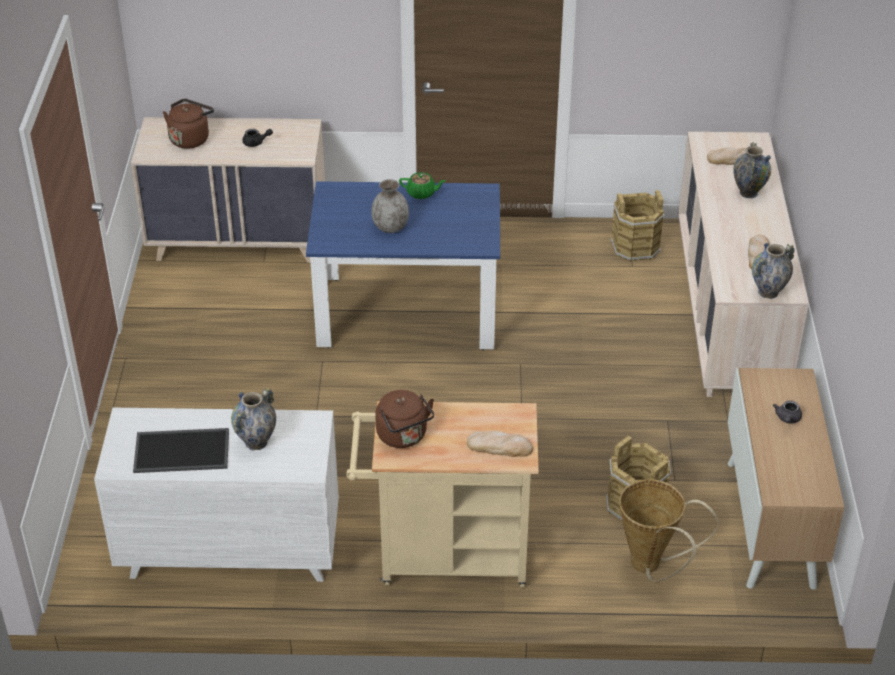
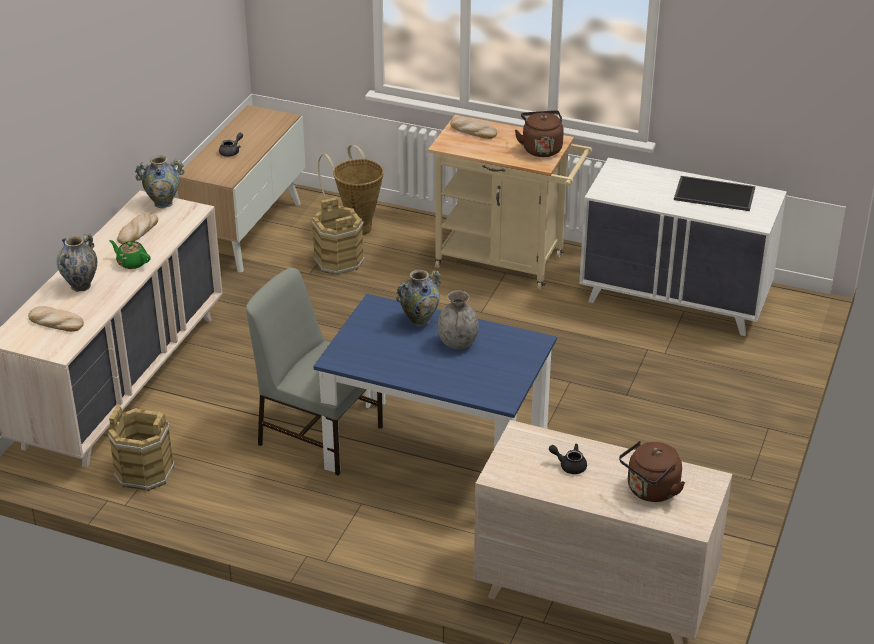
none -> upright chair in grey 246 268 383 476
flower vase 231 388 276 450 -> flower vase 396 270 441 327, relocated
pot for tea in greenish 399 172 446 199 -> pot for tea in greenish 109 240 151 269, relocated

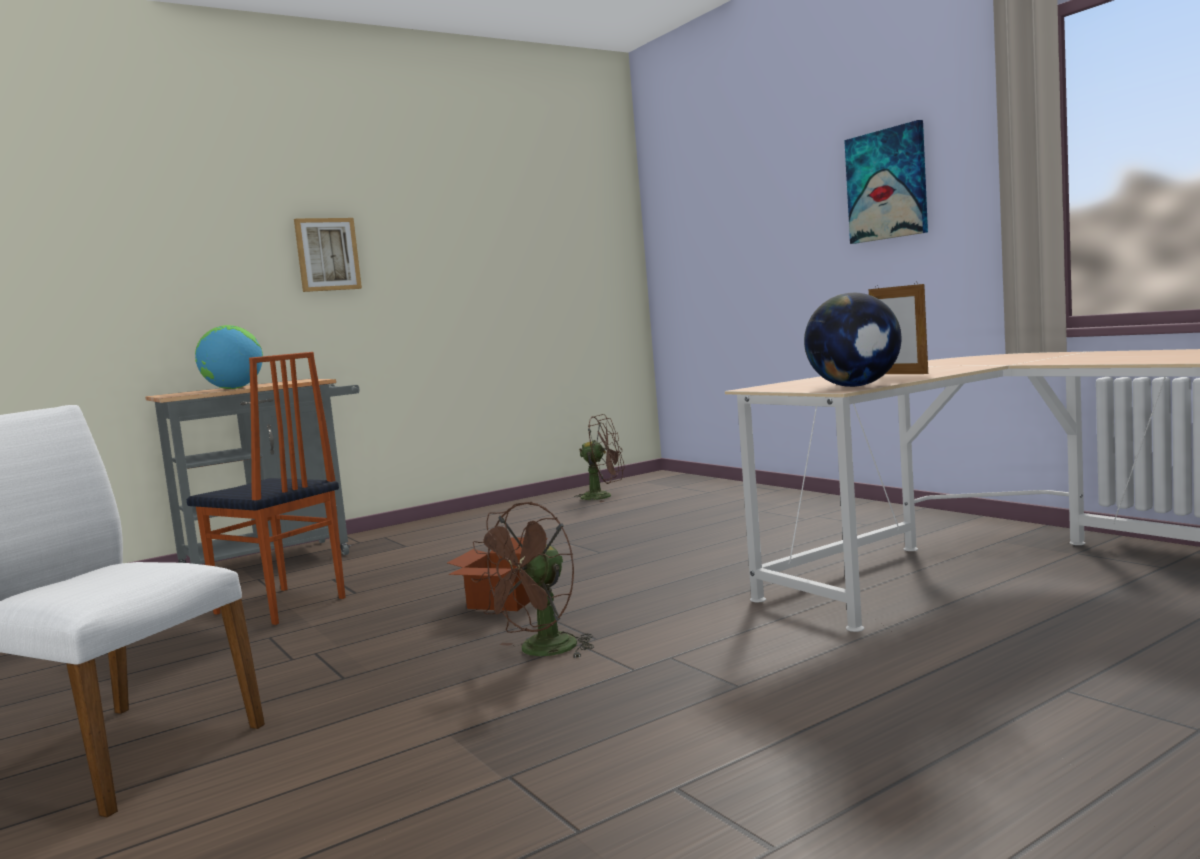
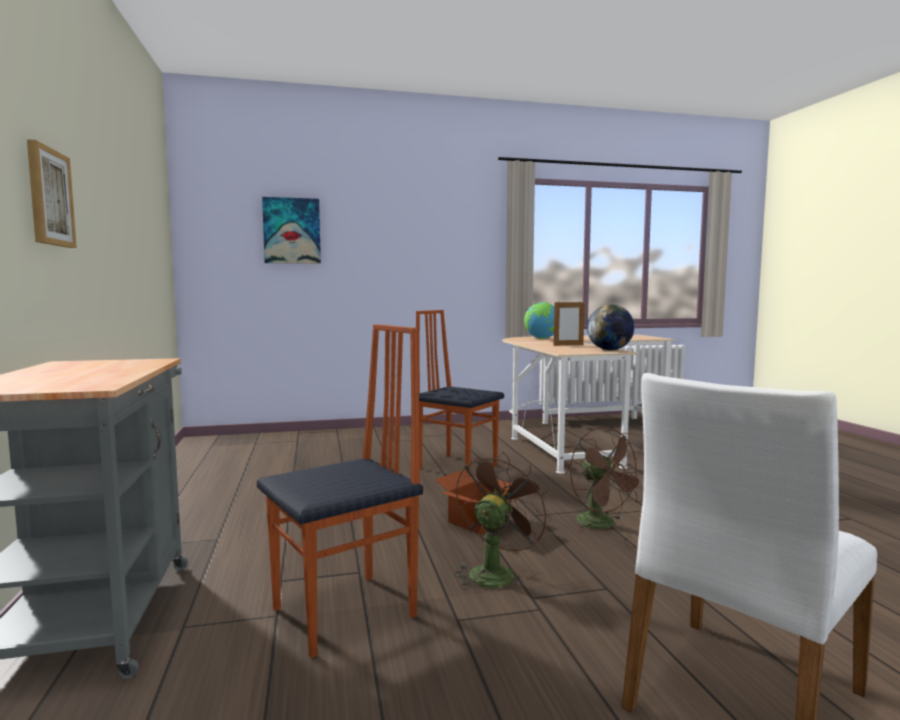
none -> upright chair 416 310 504 475
world globe 195 325 263 389 -> world globe 524 302 554 339, relocated
electric fan in brown 574 414 624 502 -> electric fan in brown 453 452 551 590, relocated
wall art 844 120 928 244 -> wall art 262 197 321 264, relocated

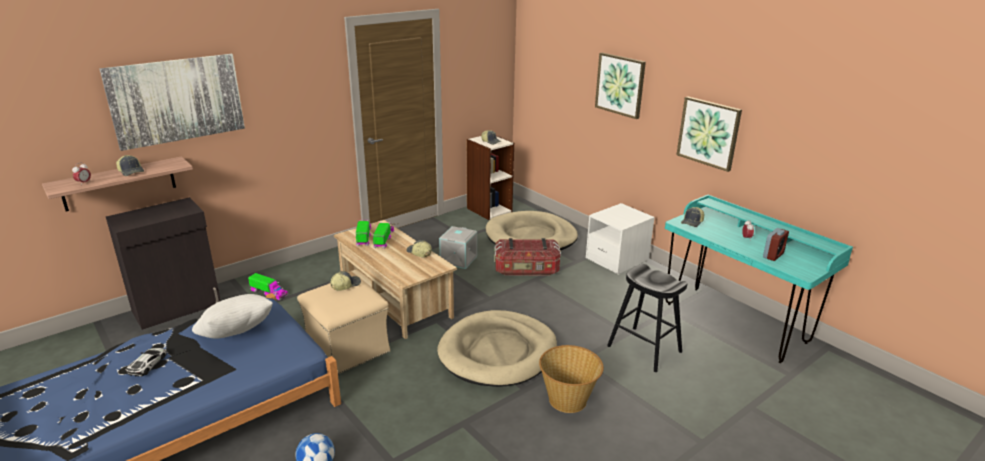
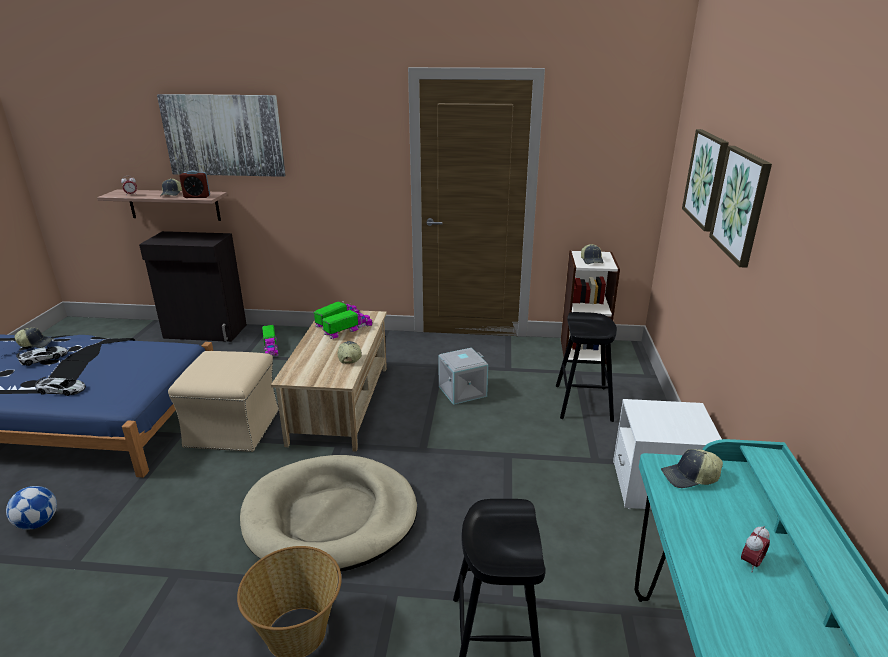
throw pillow in whitish 192 294 273 339 -> none
storage box 494 238 561 276 -> none
none -> toy car 35 377 86 396
cap 330 271 361 291 -> cap 14 328 54 348, relocated
wall art 676 96 742 172 -> wall art 682 129 729 231, relocated
alarm clock 763 228 789 261 -> alarm clock 179 170 210 198, relocated
dog cushion in beige 486 211 578 250 -> sitting stool in blackish 556 312 617 422

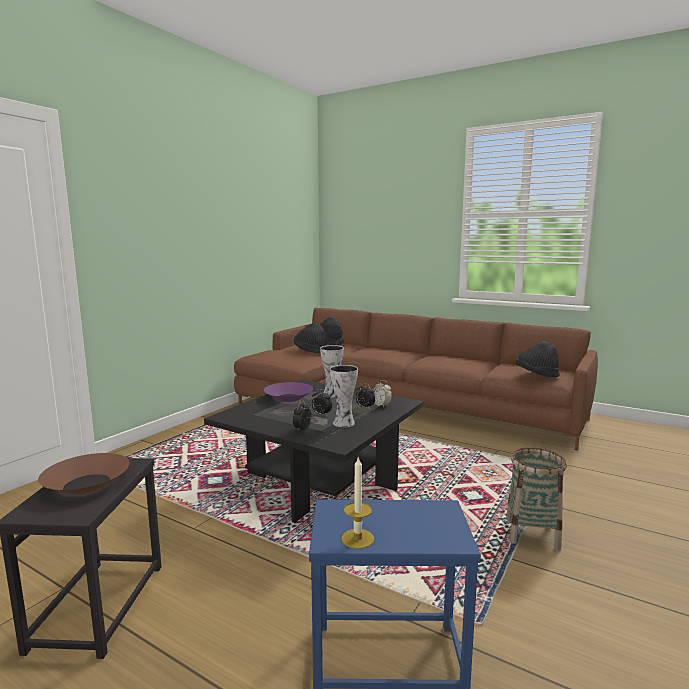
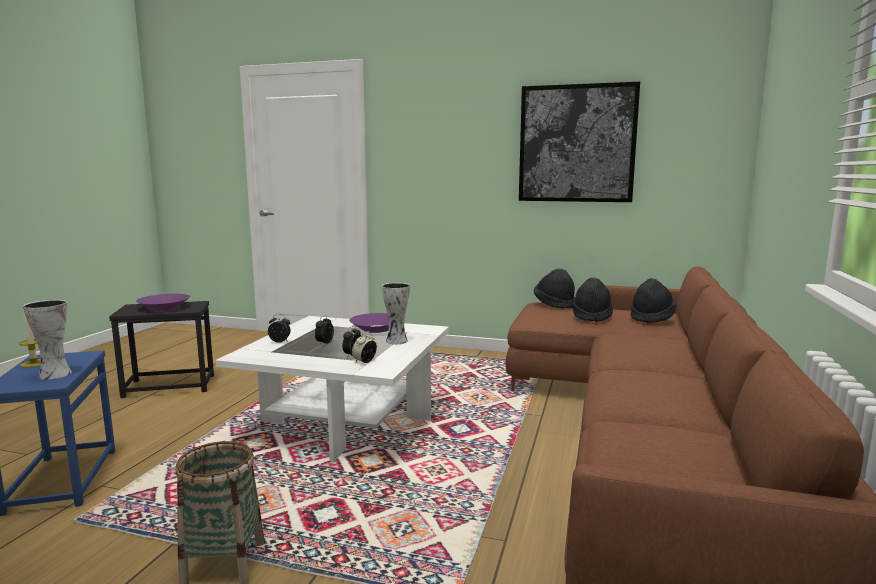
none -> wall art 519 81 640 202
flower vase 330 365 358 428 -> flower vase 23 300 72 380, relocated
wearable hat in blackish 515 341 560 377 -> wearable hat in blackish 534 269 575 309, relocated
bowl in brown 38 453 130 495 -> bowl in purplish 136 294 190 311
lounge table in blackish 204 380 423 523 -> lounge table in whitish 215 316 449 462

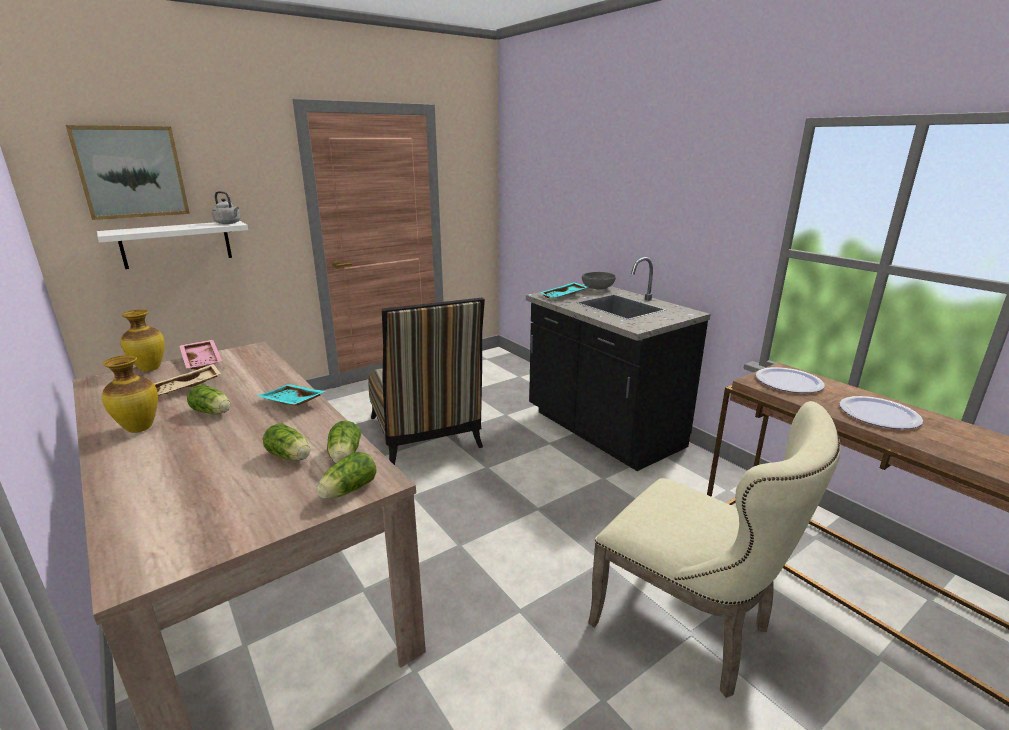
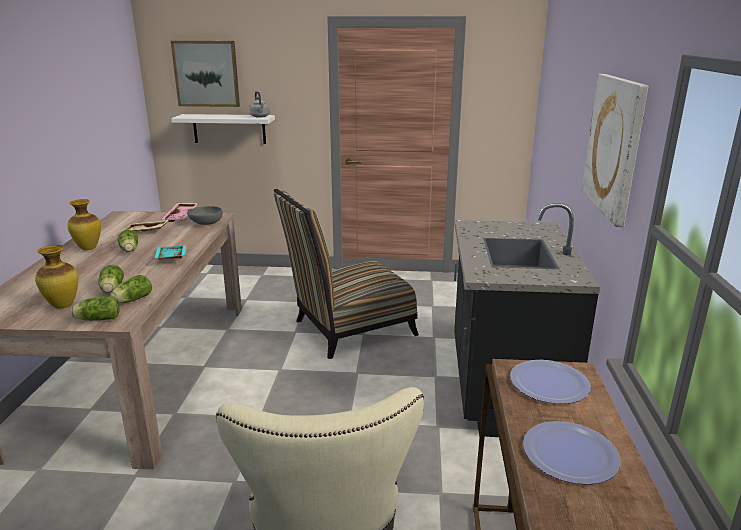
serving tray in turquoise 540 282 587 298 -> none
none -> wall art 582 74 648 227
flower vase 121 310 165 371 -> flower vase 35 245 78 309, relocated
bowl in grey 582 272 616 289 -> bowl in grey 187 206 223 225, relocated
upright chair 368 298 485 465 -> upright chair 274 189 419 359, 45 degrees clockwise

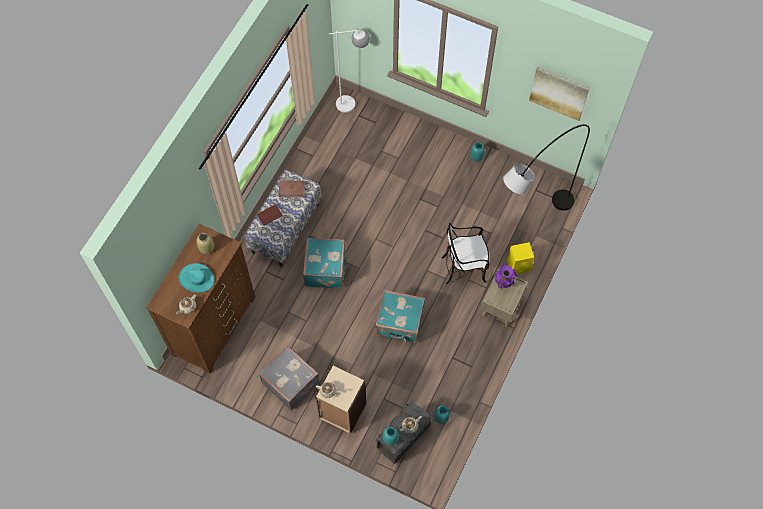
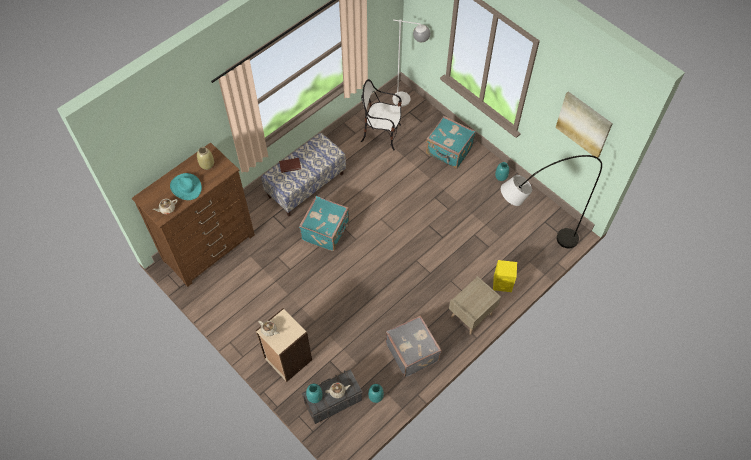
bound book in brown 279 180 305 198 -> none
flower vase in purplish 495 265 517 289 -> none
suitcase in grey 259 346 319 410 -> suitcase in grey 386 315 442 377, relocated
suitcase in turquoise 375 290 425 343 -> suitcase in turquoise 426 116 476 169, relocated
upright chair 441 223 489 284 -> upright chair 361 79 402 150, relocated

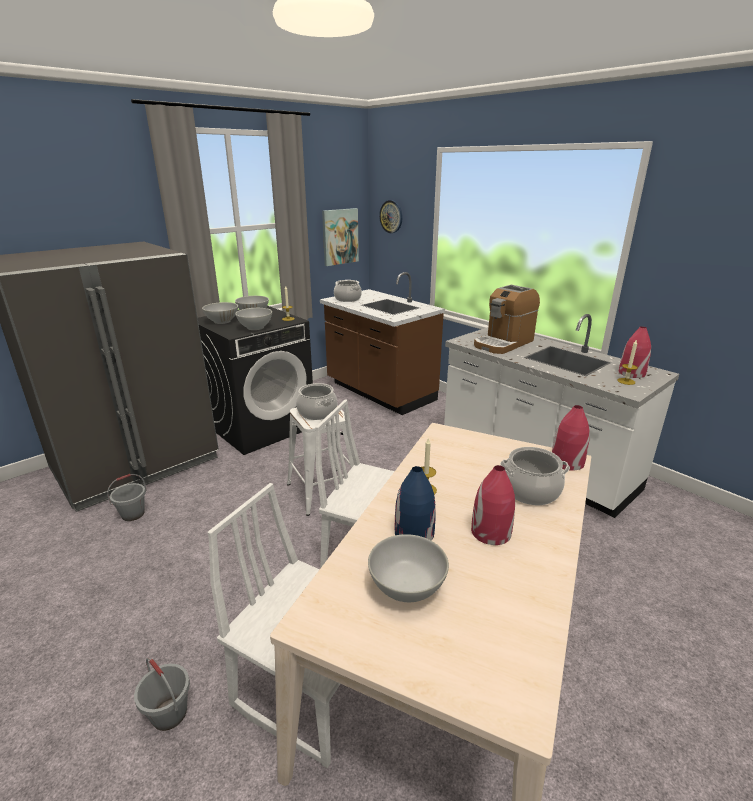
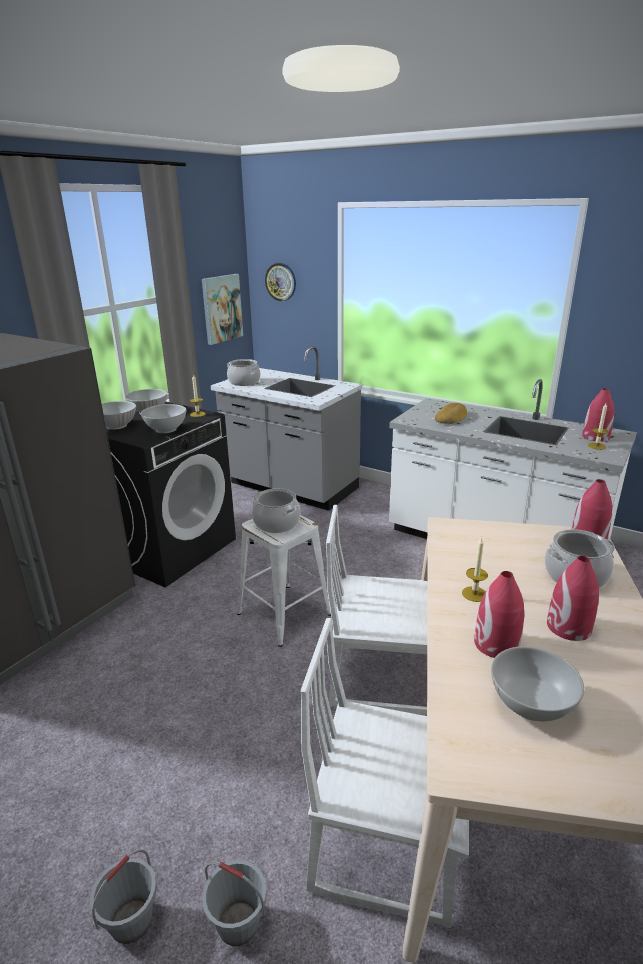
pail in grey 107 474 146 521 -> pail in grey 90 849 157 944, relocated
coffee brewer 474 285 540 354 -> bakery bread 435 403 467 424
kitchen base unit in brown 320 272 445 415 -> kitchen base unit in grey 211 346 362 511
flower vase in bluish 395 466 436 541 -> flower vase in red 474 571 524 658

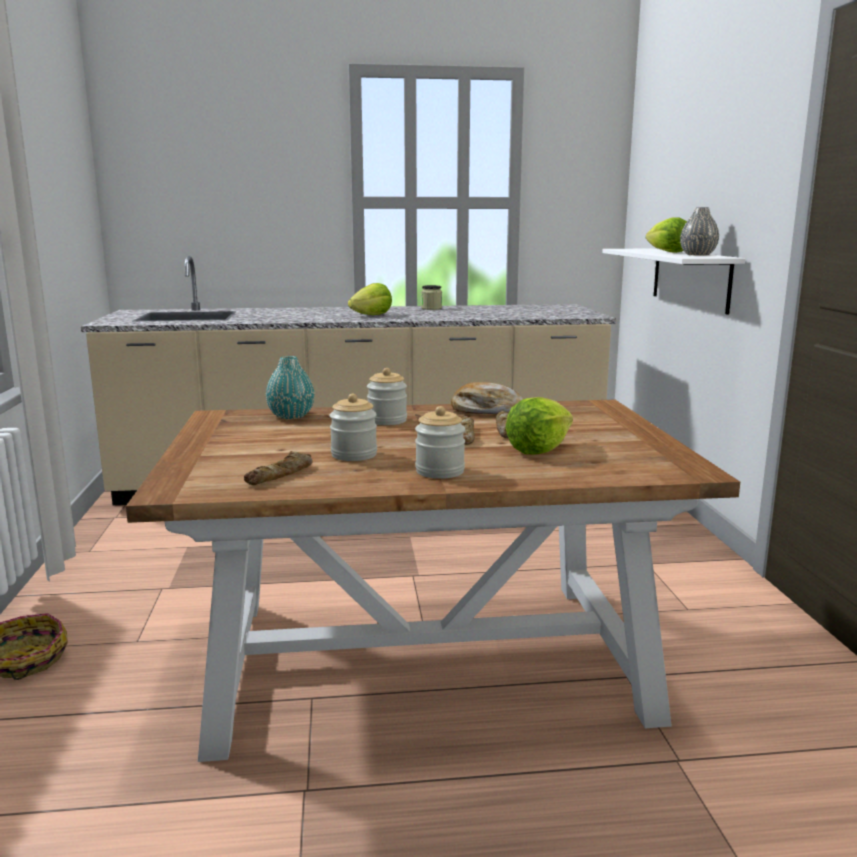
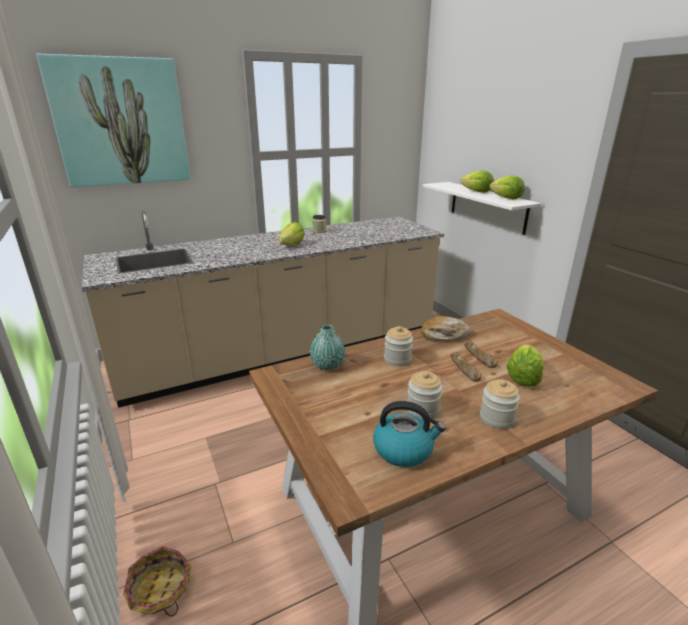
none -> wall art 36 54 191 188
bakery bread 244 451 313 485 -> water kettle 373 401 446 467
flower vase in grey 680 207 719 256 -> lettuce 489 175 525 199

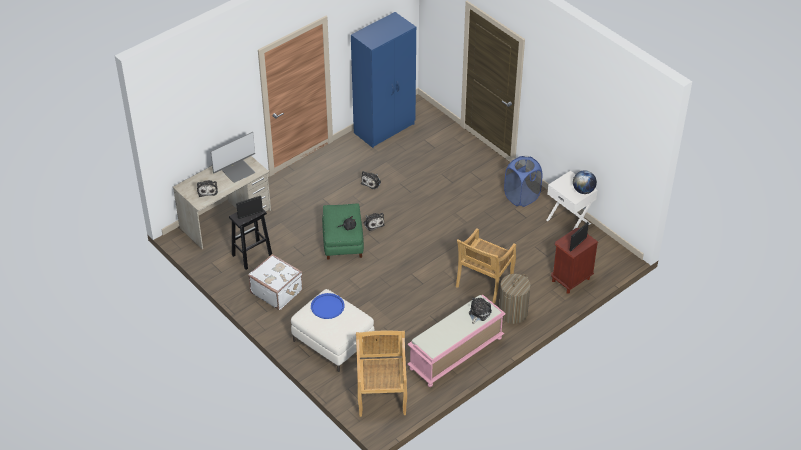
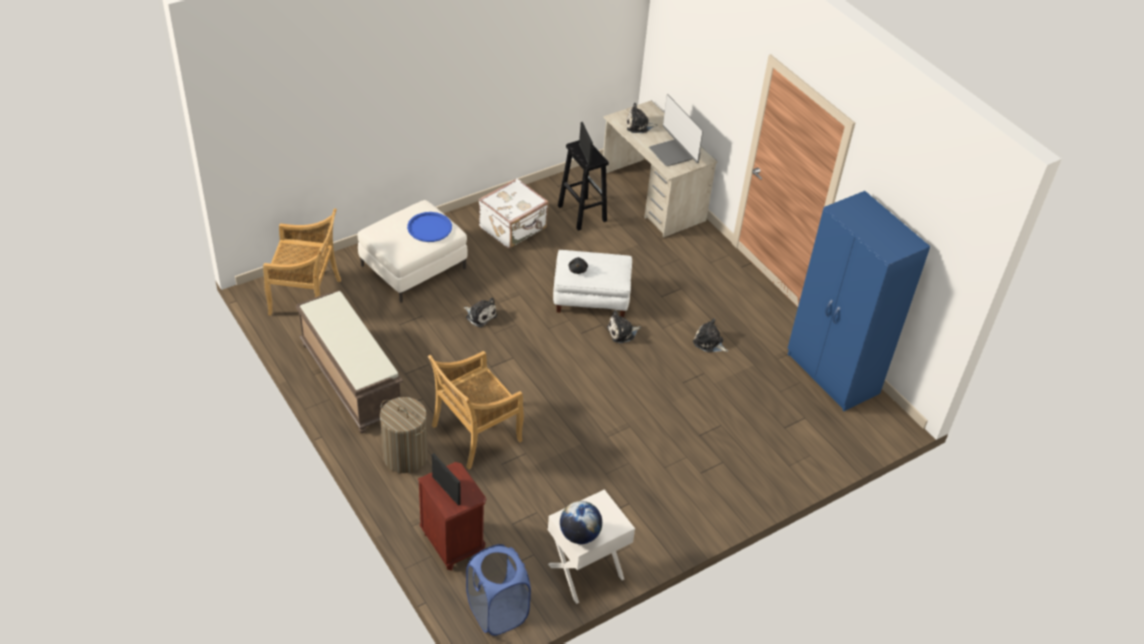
plush toy 469 298 492 324 -> plush toy 464 297 497 328, relocated
hamper in bluish 504 156 542 207 -> hamper in bluish 466 544 531 636, relocated
ottoman in greenish 322 203 364 260 -> ottoman in whitish 553 250 632 318
long seat in pinkish 407 294 506 387 -> long seat in brown 295 291 403 433
upright chair in beige 456 228 516 304 -> upright chair in beige 428 351 524 470, 75 degrees counterclockwise

